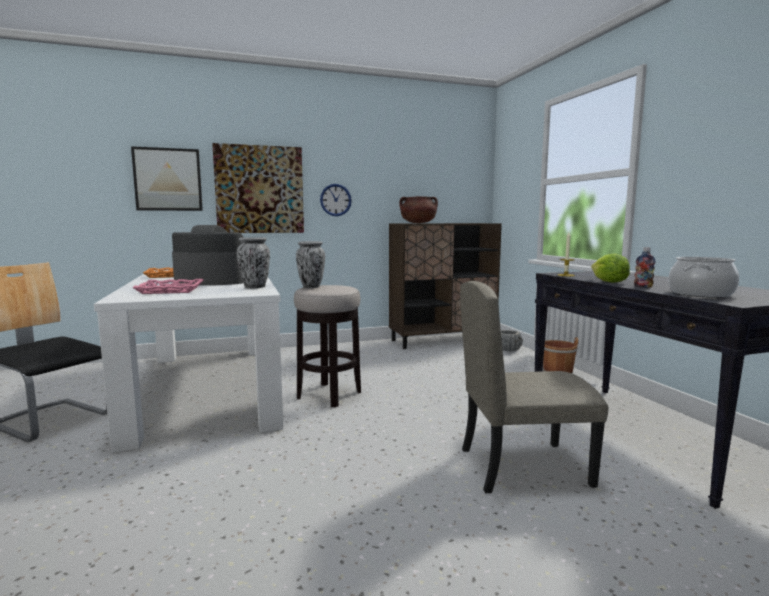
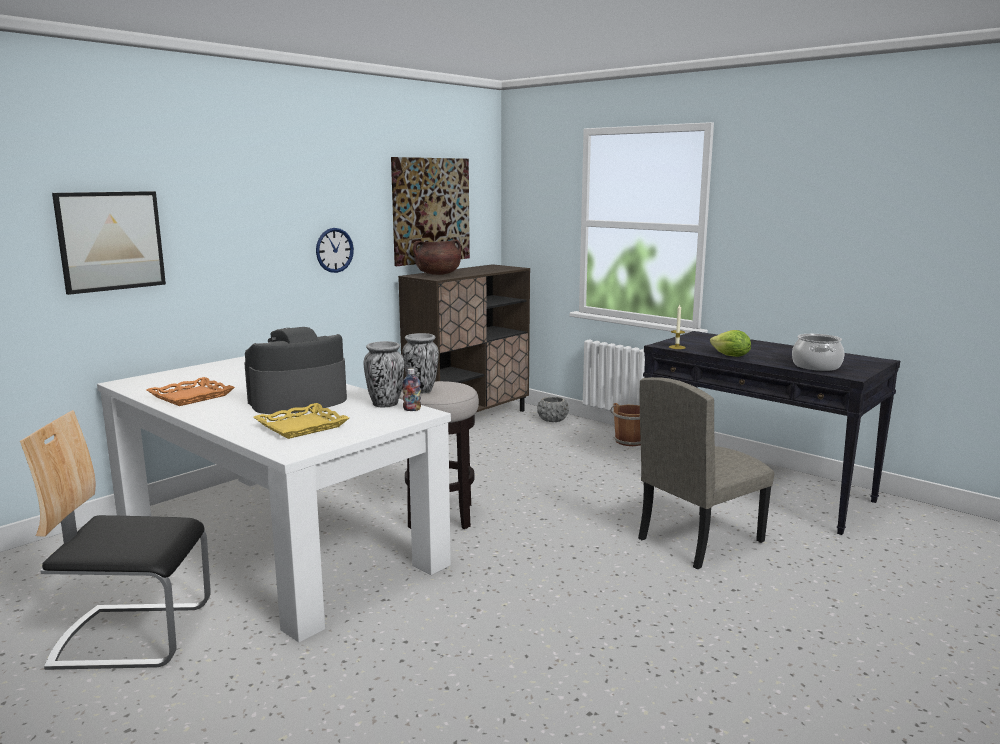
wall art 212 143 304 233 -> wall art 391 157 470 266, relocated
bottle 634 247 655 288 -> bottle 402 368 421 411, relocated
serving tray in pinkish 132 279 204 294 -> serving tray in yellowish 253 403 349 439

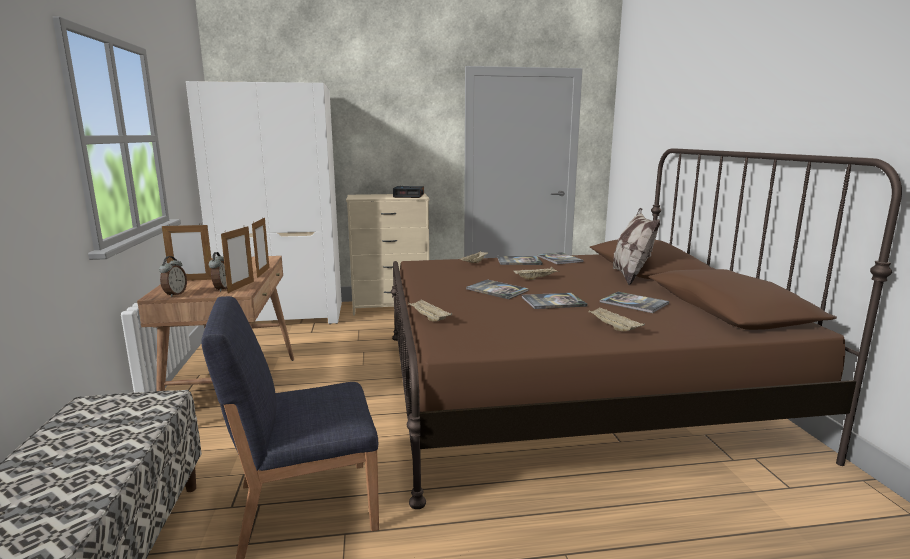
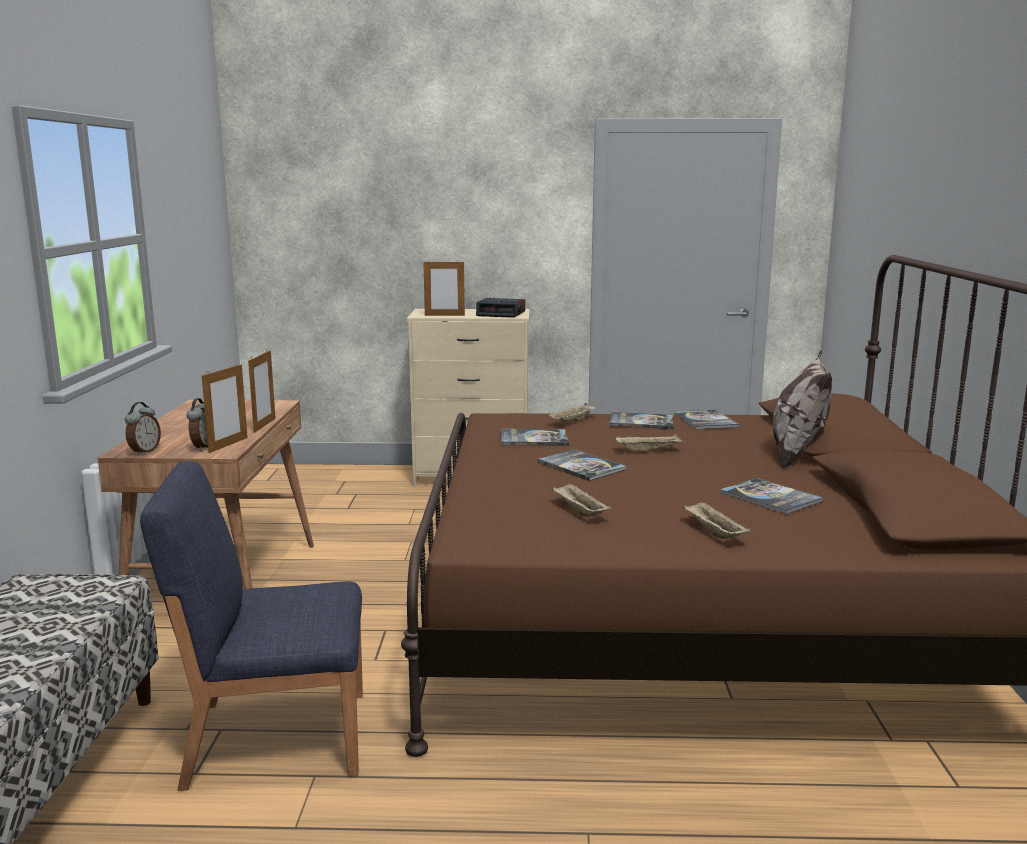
clothes cupboard in whitish 186 81 342 324 -> none
standing frame 162 223 212 281 -> standing frame 423 260 465 316, relocated
serving tray in beige 408 300 453 322 -> serving tray in beige 551 483 611 517, relocated
bound book 522 293 588 309 -> bound book 501 429 569 446, relocated

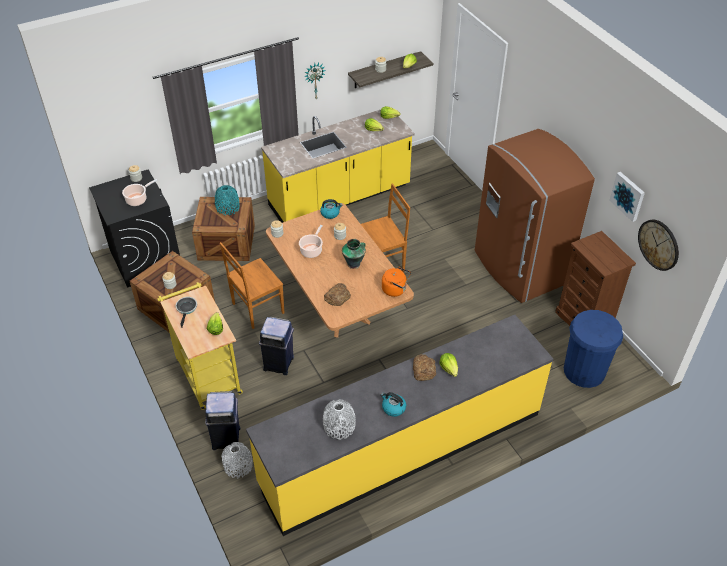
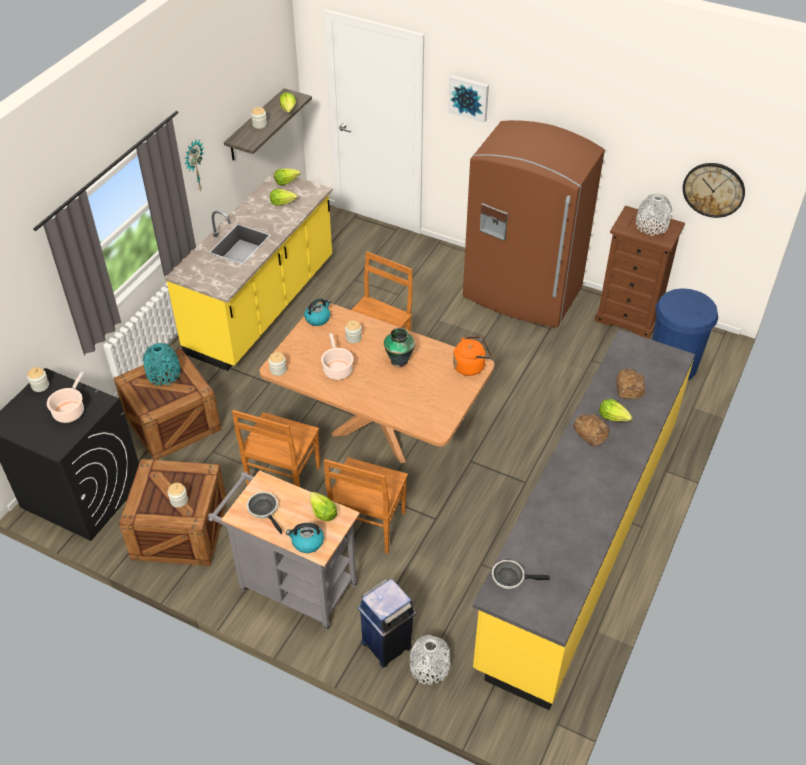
none -> skillet 492 560 550 589
flower vase in grey 323 399 356 440 -> flower vase in grey 636 194 672 236, relocated
bakery bread 324 283 351 306 -> bakery bread 616 368 645 399, relocated
water kettle 380 392 406 417 -> water kettle 286 523 324 553, relocated
wall art 609 172 645 222 -> wall art 448 75 489 123, relocated
waste bin in bluish 259 316 294 375 -> upright chair in brown 324 457 408 553
wheeled cart in yellowish 157 282 243 410 -> wheeled cart in grey 208 470 360 630

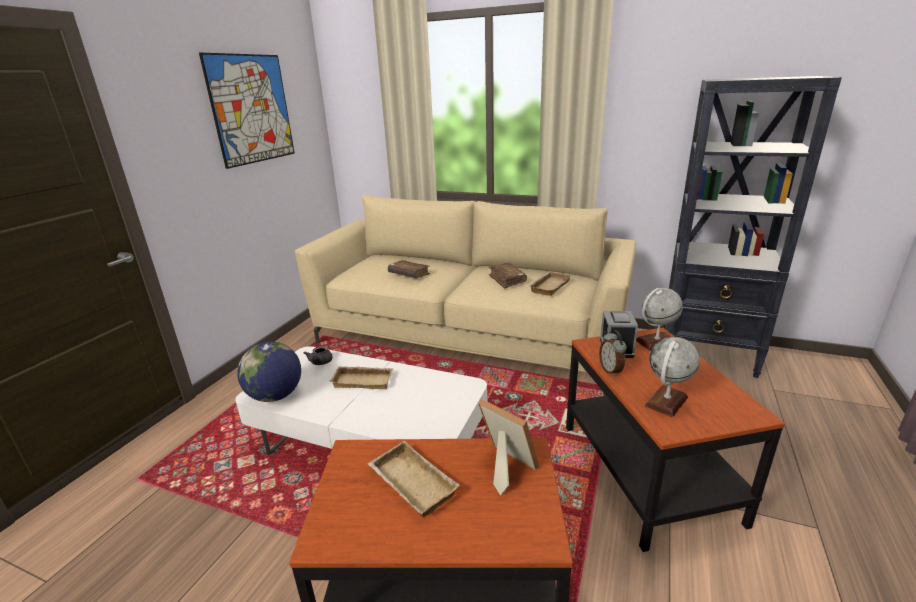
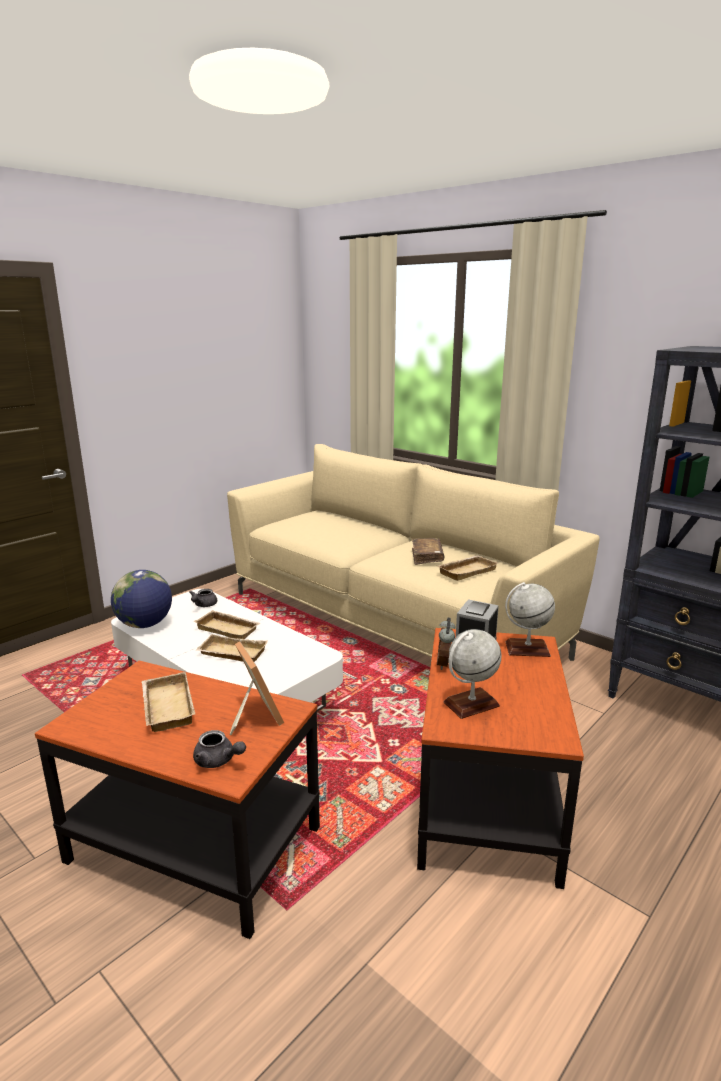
wall art 199 53 295 169 -> none
bound book in brown 388 260 430 278 -> none
none -> pot for tea in grey 193 730 246 768
none -> serving tray in beige 196 634 268 662

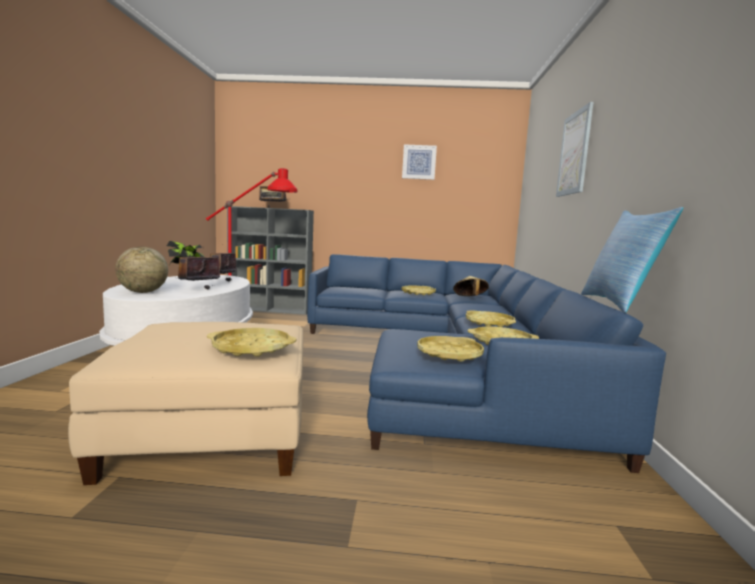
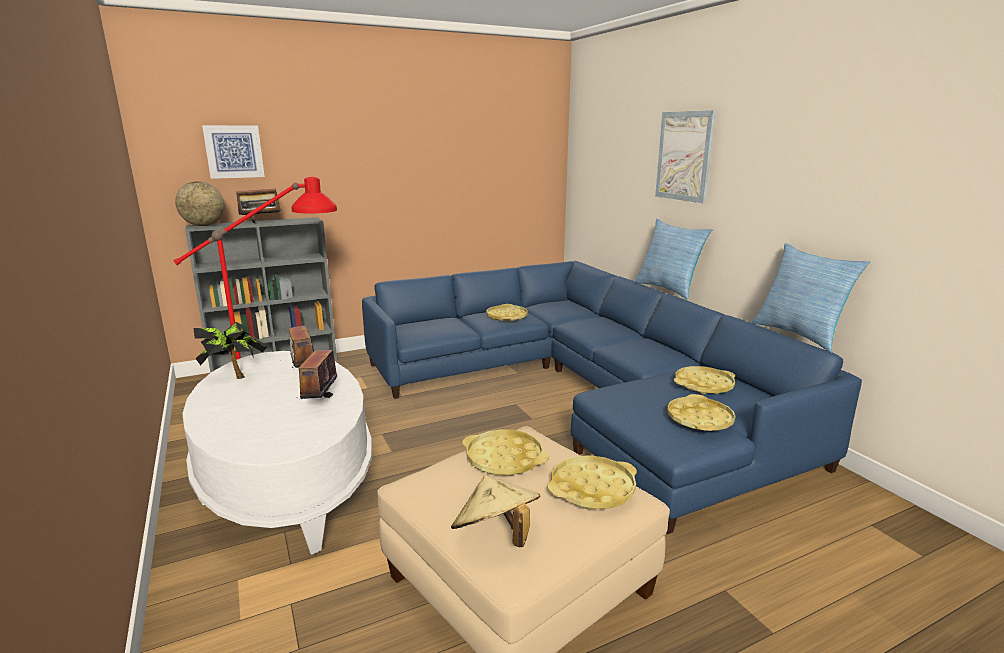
none -> throw pillow 635 219 713 299
world globe 115 246 168 293 -> world globe 175 181 225 226, relocated
wall art 402 144 437 180 -> wall art 202 125 265 179, relocated
wearable hat in beige 453 276 489 296 -> wearable hat in beige 451 475 540 548, relocated
serving tray in yellowish 466 310 516 327 -> serving tray in yellowish 462 429 549 476, relocated

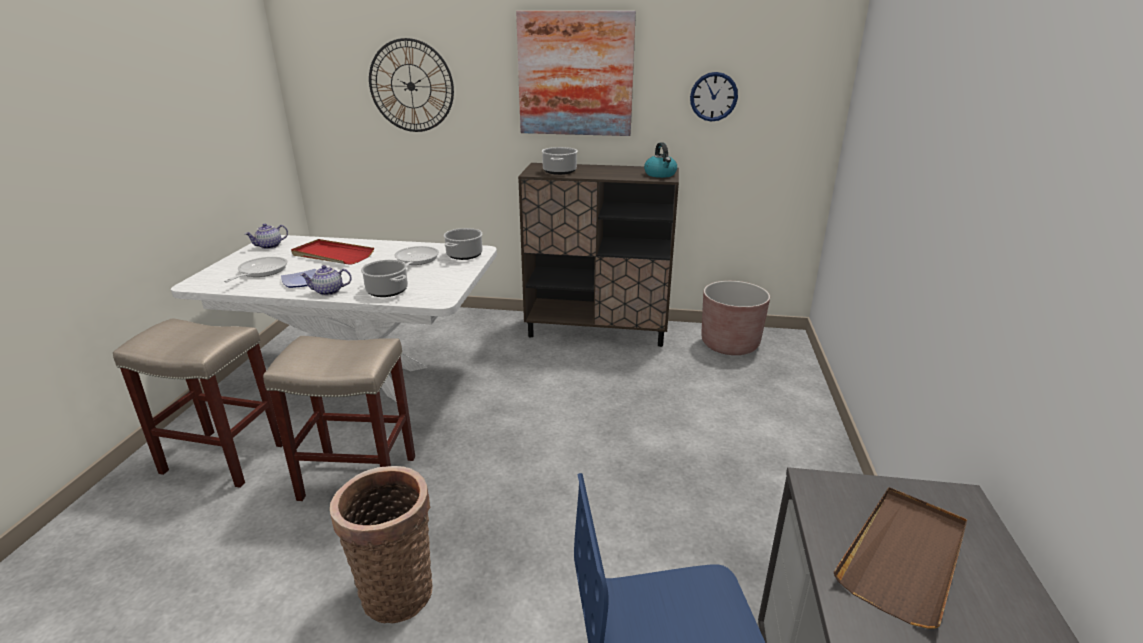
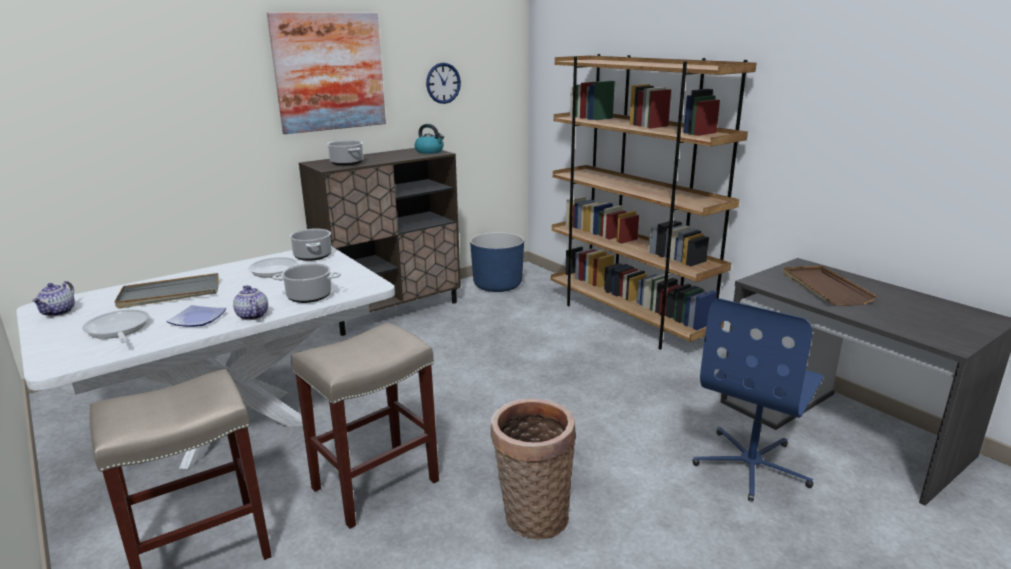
hanging clock 369 38 454 132 -> none
none -> shelving unit in brown 551 54 757 350
serving tray in red 291 239 374 265 -> serving tray in grey 115 273 219 309
planter in brown 701 281 770 355 -> planter in bluish 470 232 524 292
pot for tea 300 265 352 296 -> pot for tea 233 285 268 320, 120 degrees clockwise

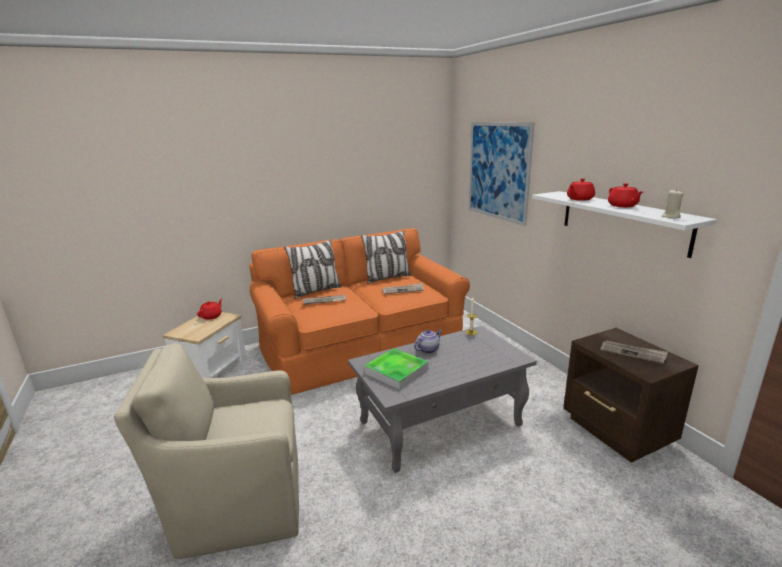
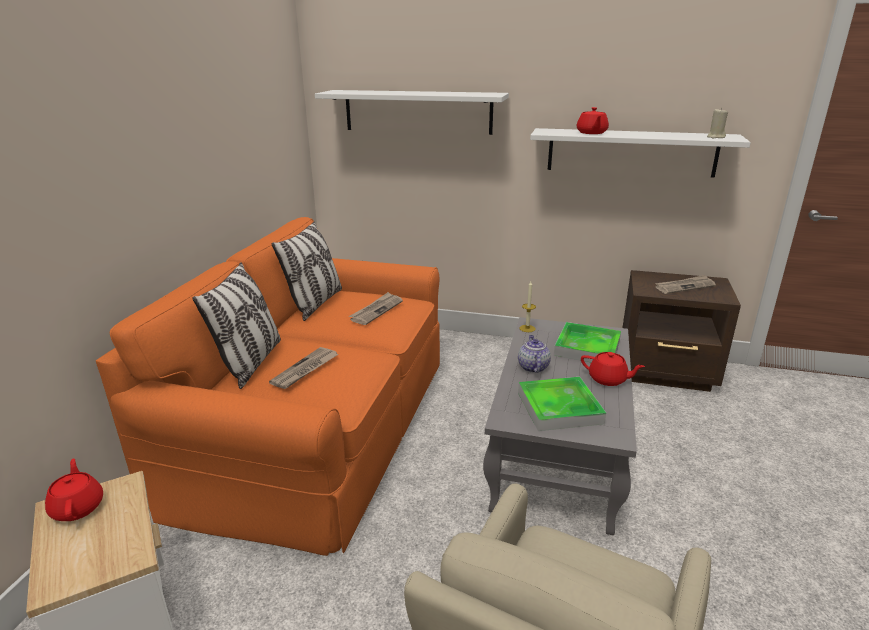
none -> serving tray 554 322 621 362
pot for tea in red 608 183 643 207 -> pot for tea in red 581 352 645 386, relocated
wall art 468 122 535 226 -> wall shelf in whitish 315 90 509 135

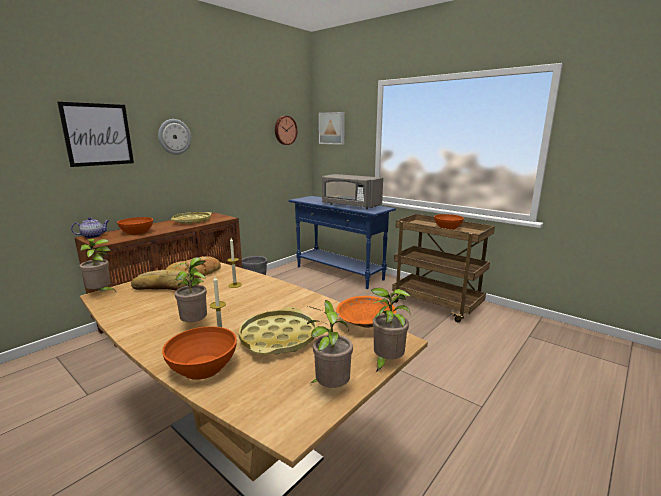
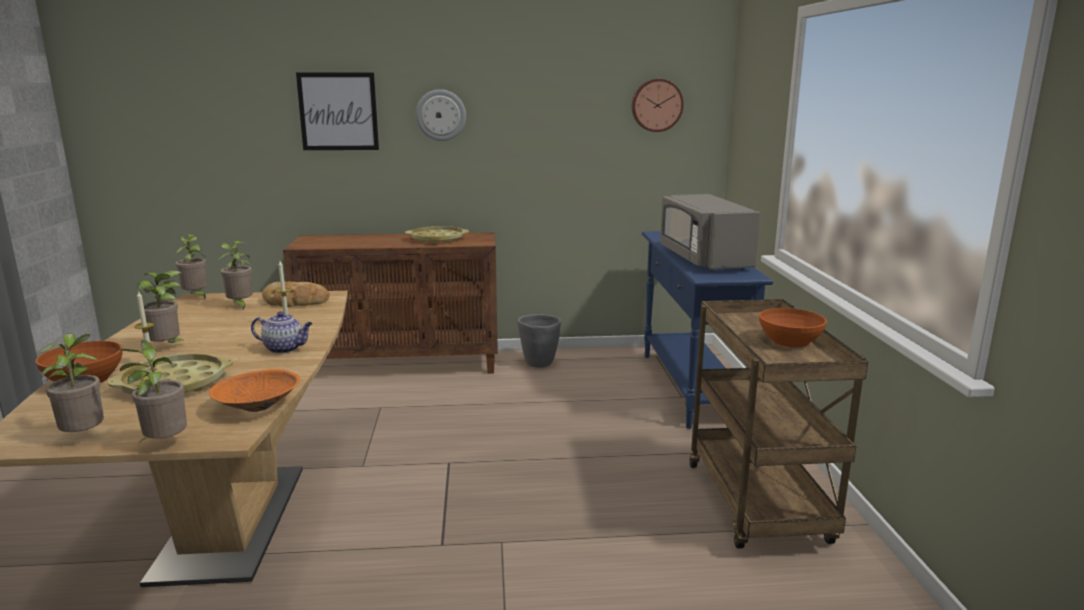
bowl in orange-coloured 117 217 153 235 -> none
wall art 319 112 345 145 -> none
pot for tea 71 217 109 238 -> pot for tea 251 311 313 354, relocated
bakery bread 131 269 192 290 -> houseplant 218 241 253 310

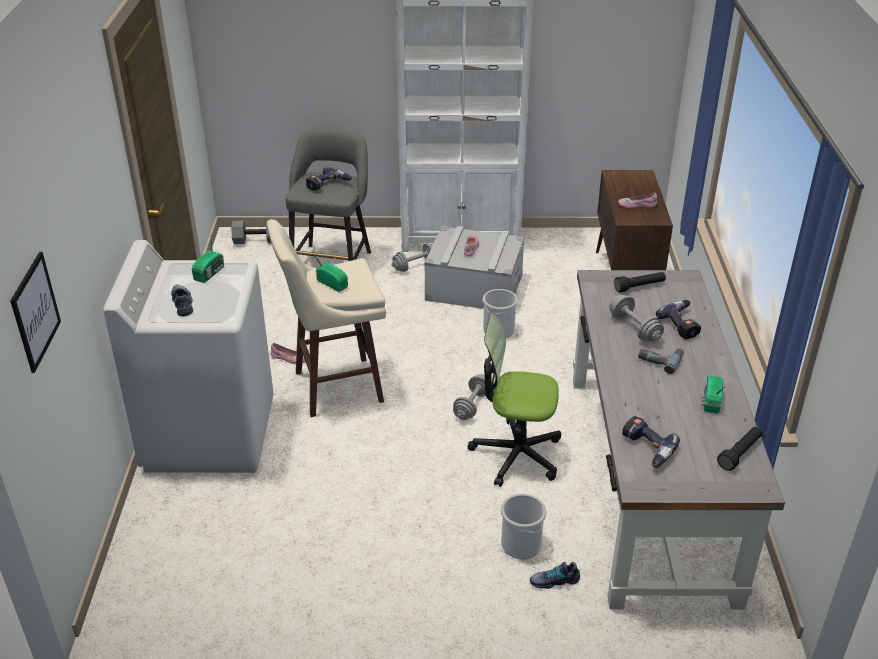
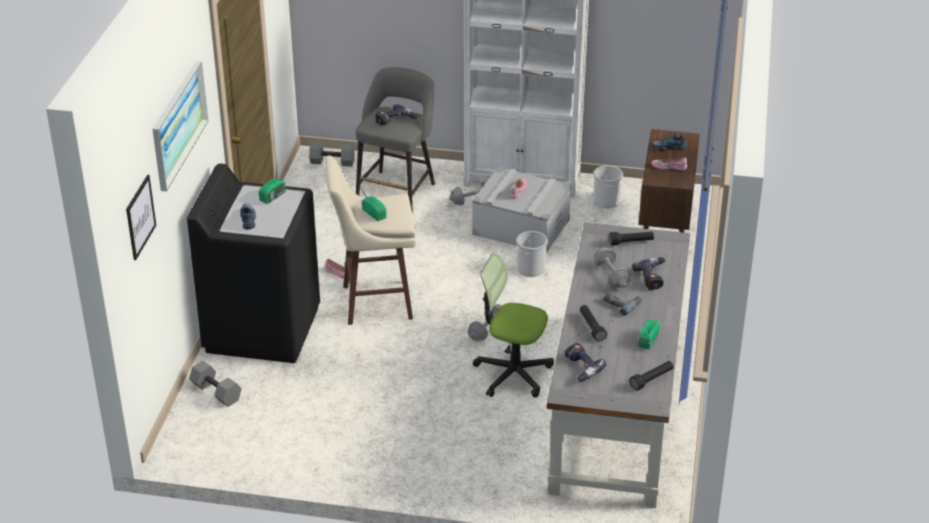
none -> wall art 152 61 208 192
none -> hand weight in grey 189 361 242 407
none -> torch in blackish 580 305 607 341
pail 501 494 546 559 -> pail 593 165 623 208, relocated
item of footwear 530 562 580 589 -> item of footwear 652 133 687 151, relocated
washing machine in whitish 103 240 274 473 -> washing machine in blackish 187 164 320 363

